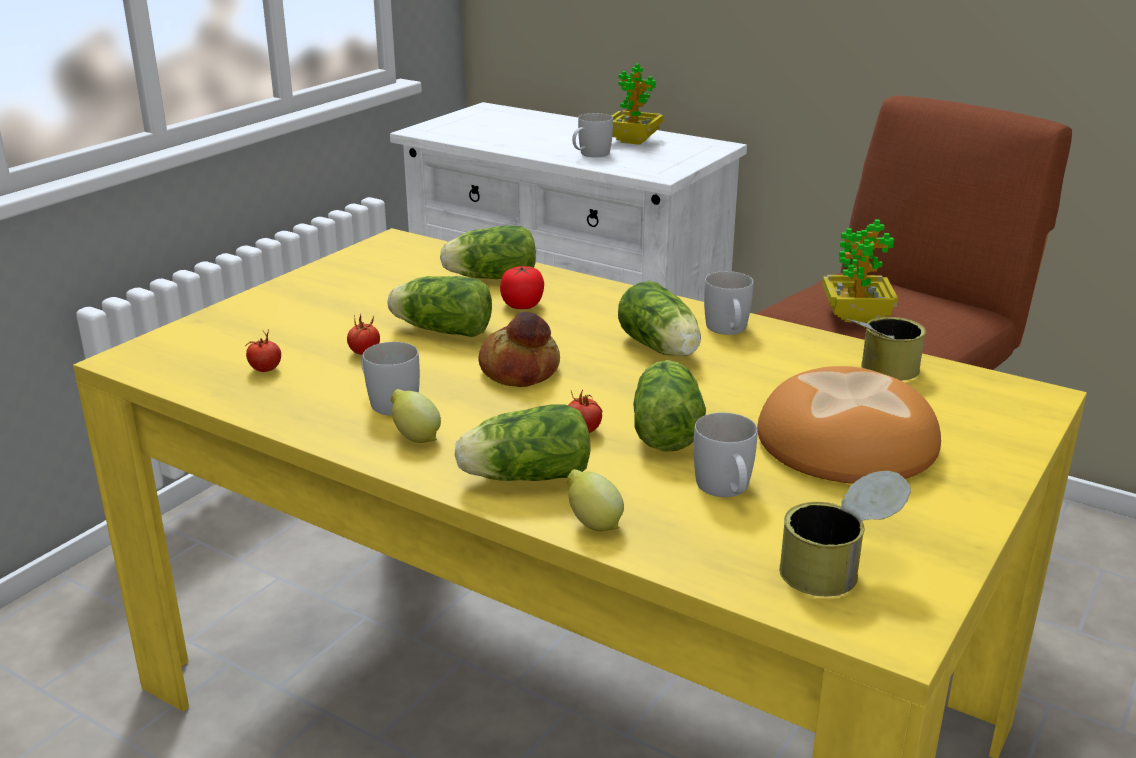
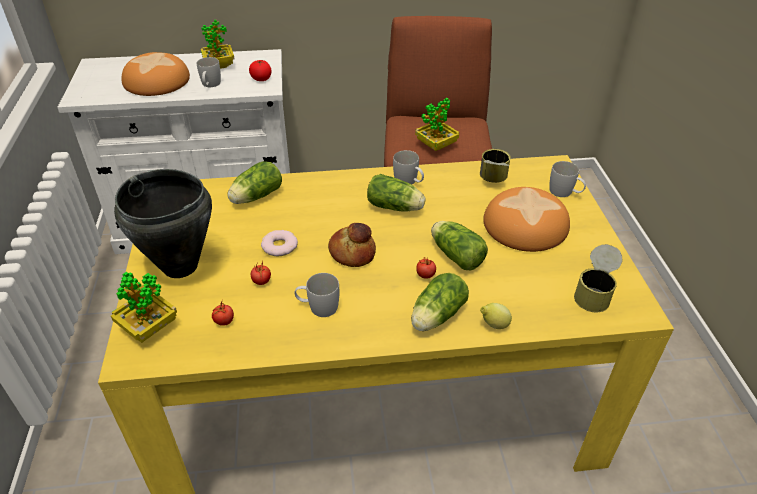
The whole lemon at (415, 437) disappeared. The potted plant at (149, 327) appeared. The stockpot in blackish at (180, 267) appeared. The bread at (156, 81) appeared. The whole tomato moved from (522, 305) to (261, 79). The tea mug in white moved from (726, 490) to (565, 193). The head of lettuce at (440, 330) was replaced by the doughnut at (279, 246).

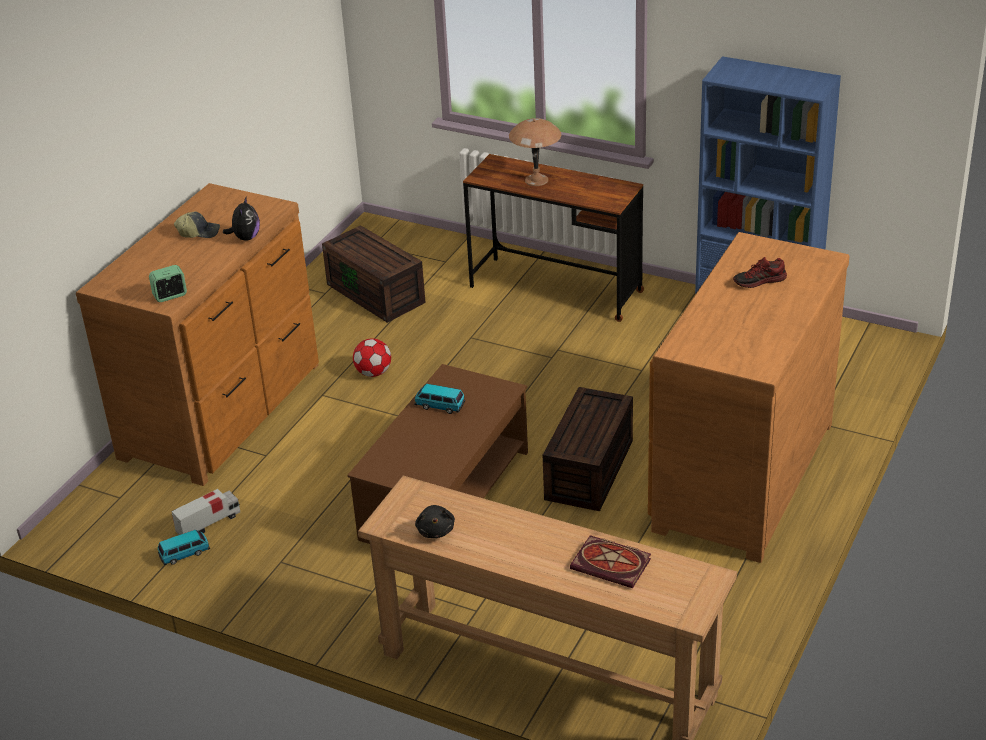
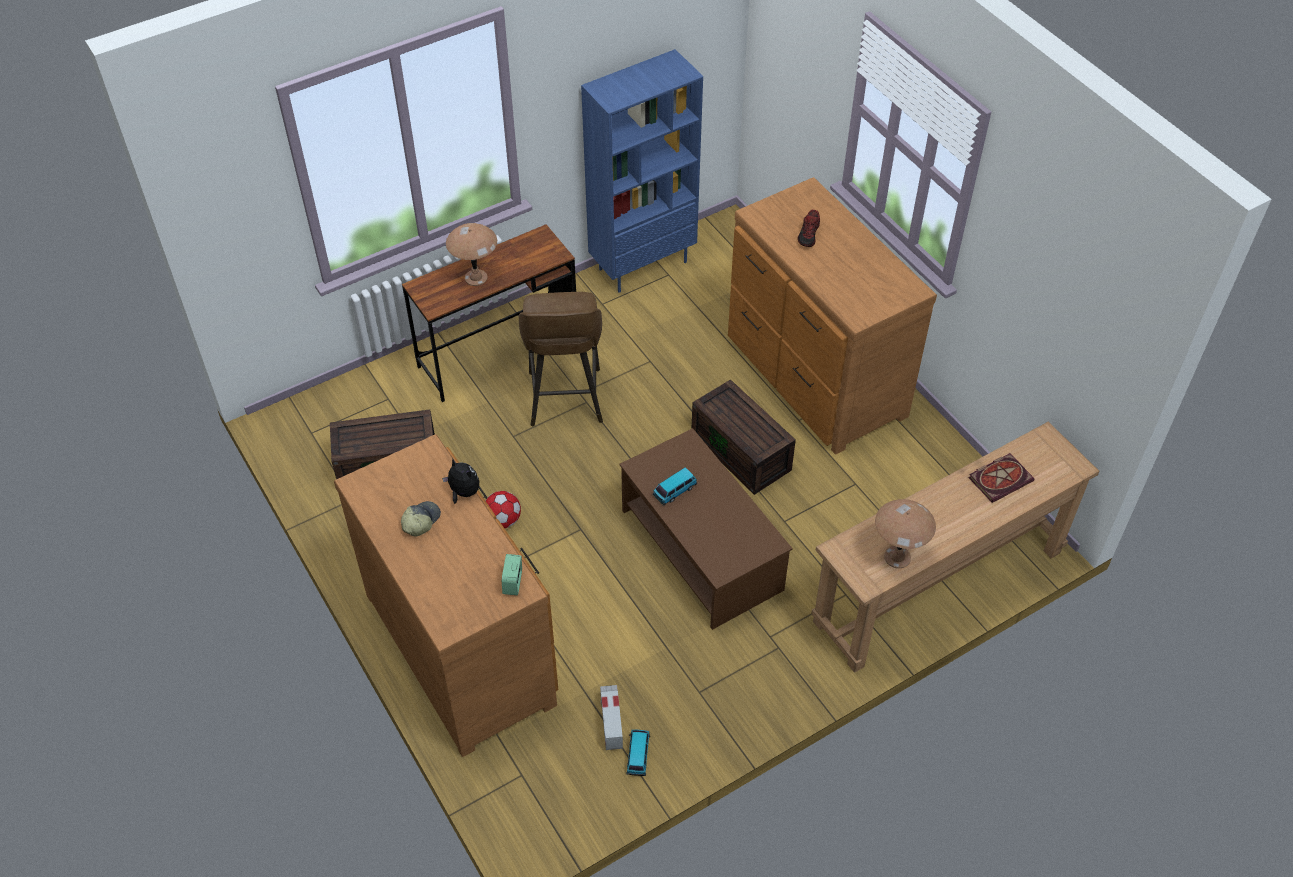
The stool seat in brown-coloured at (565, 399) appeared. The soft toy in blackish at (436, 530) was replaced by the tabletop lamp in brown-coloured at (897, 556).

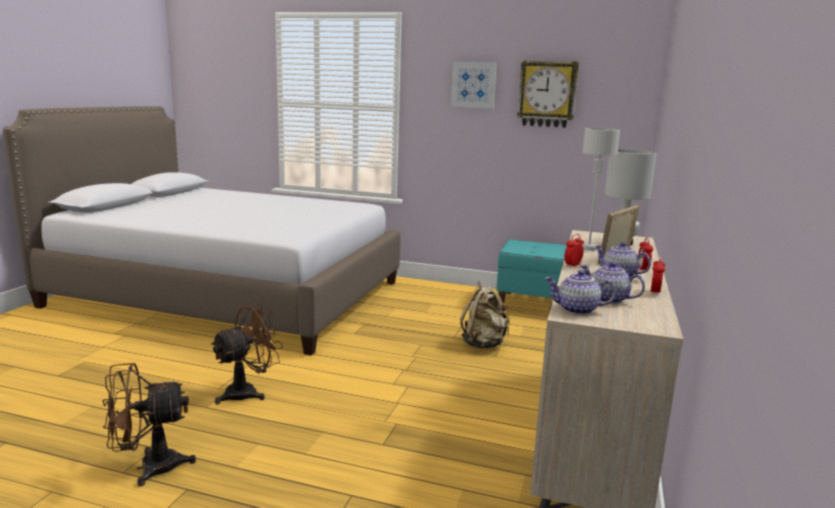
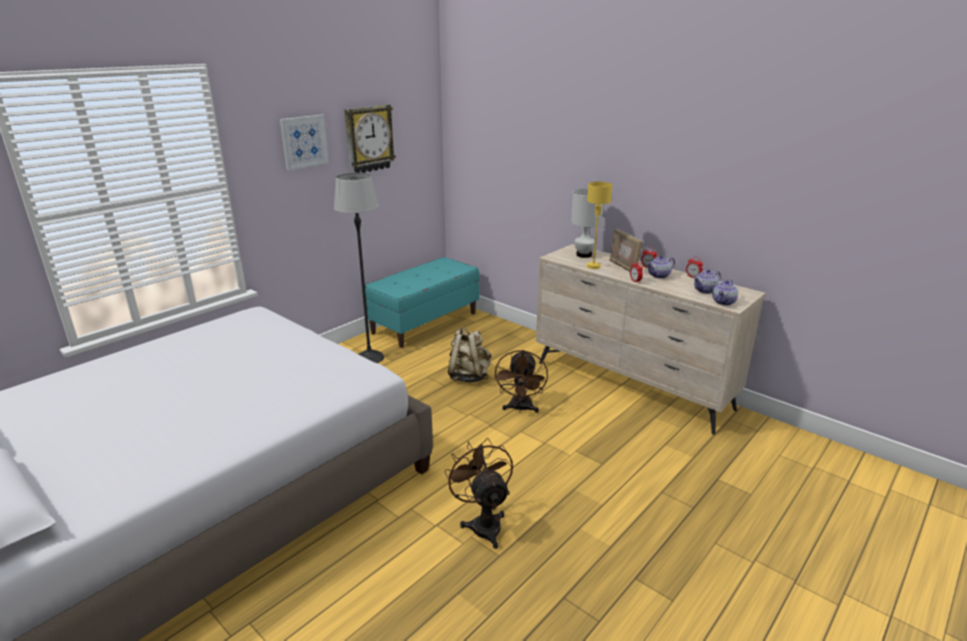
The standing lamp at (369, 357) appeared. The cooling fan in brown-coloured moved from (149, 467) to (520, 409). The tabletop lamp in grey at (588, 248) became the tabletop lamp in yellow at (593, 266).

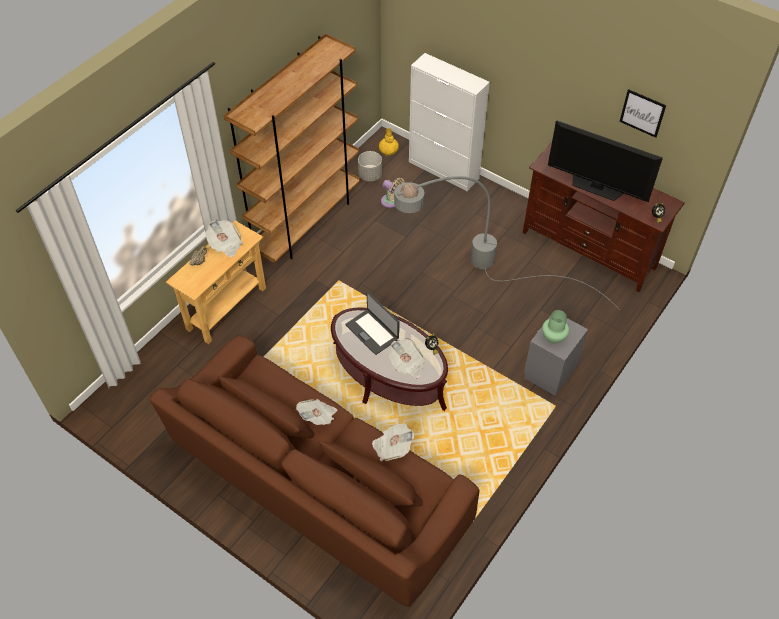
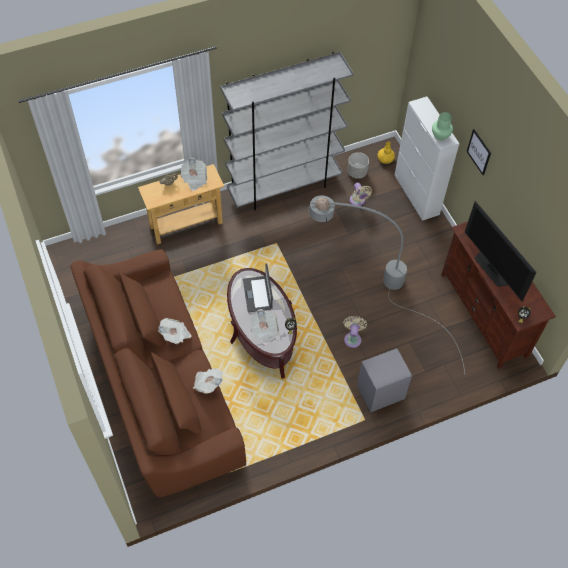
The cooling fan in beige at (353, 338) appeared. The flower vase in green-coloured moved from (553, 337) to (440, 136). The wall art moved from (642, 113) to (479, 152). The shelving unit in brown-coloured at (306, 222) became the shelving unit in grey at (284, 187).

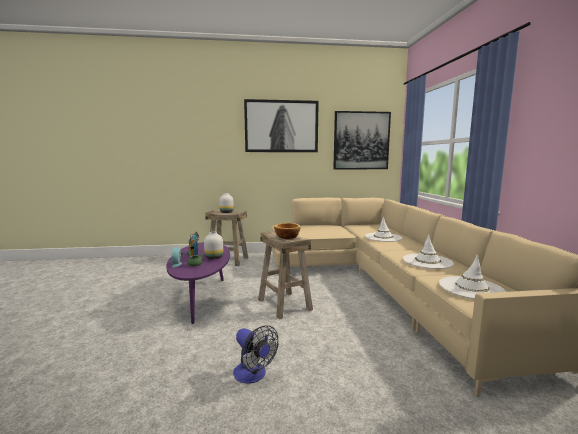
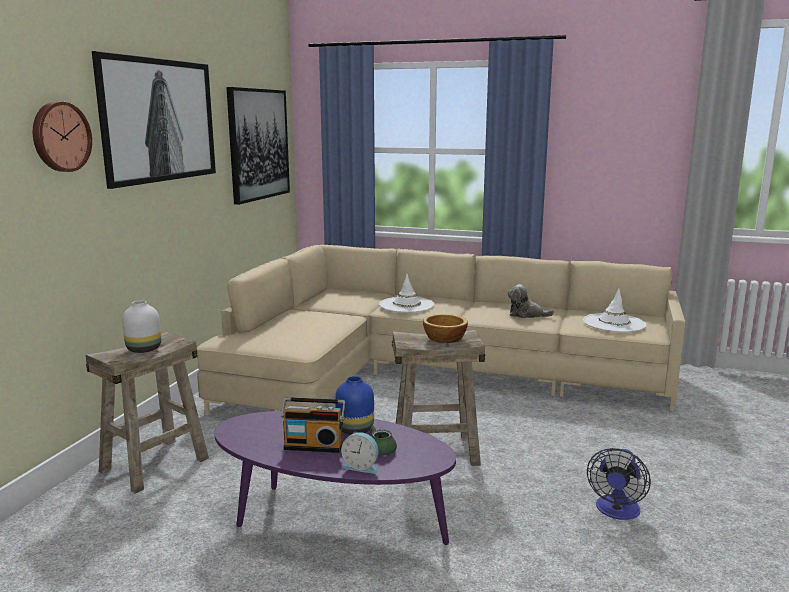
The clock on the wall at (60, 137) appeared. The clothing hat in white at (427, 261) was replaced by the soft toy at (526, 314). The flower vase in white at (214, 258) became the flower vase in bluish at (356, 429). The cooling fan at (253, 375) turned 135 degrees clockwise.

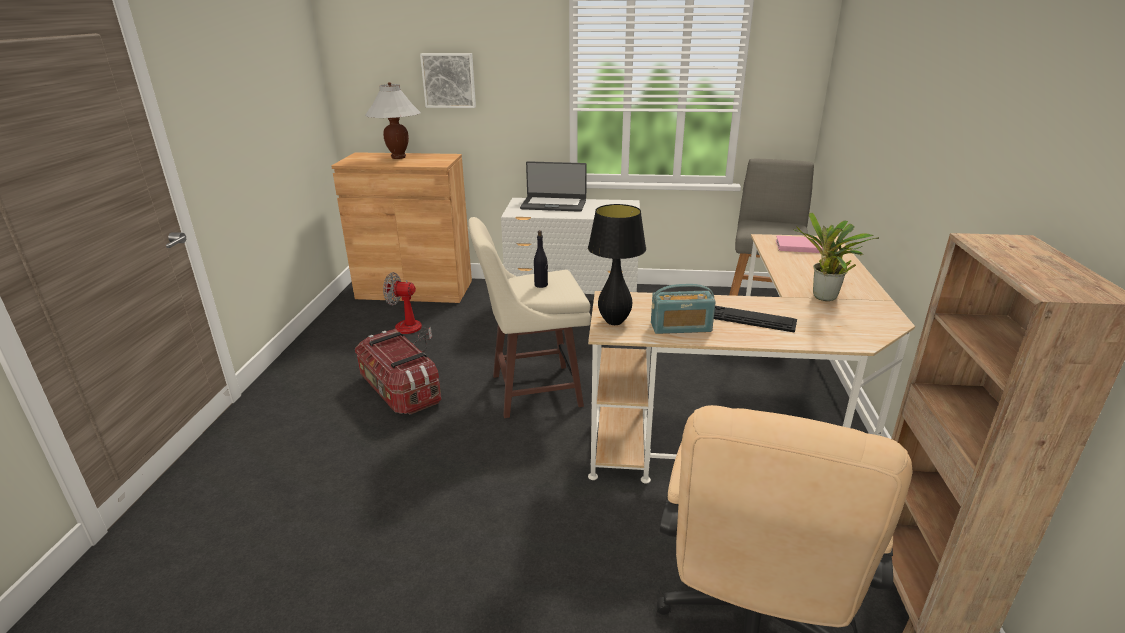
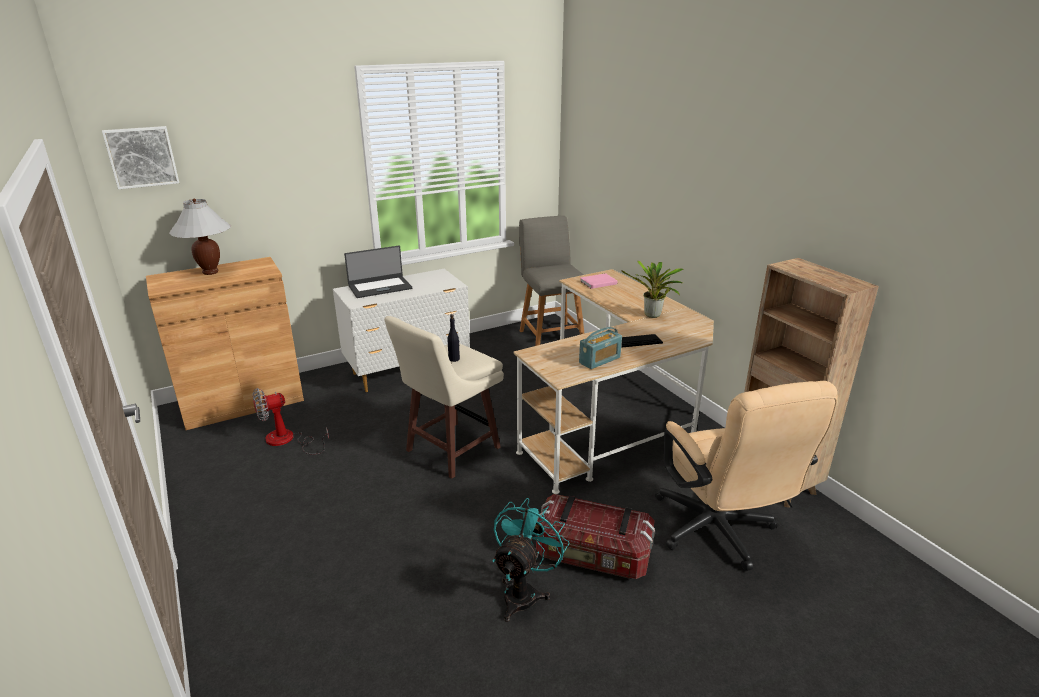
The tabletop lamp in blackish at (614, 322) disappeared. The cooling fan in turquoise-coloured at (524, 592) appeared. The storage box moved from (399, 390) to (592, 556). The wall art moved from (449, 80) to (141, 157).

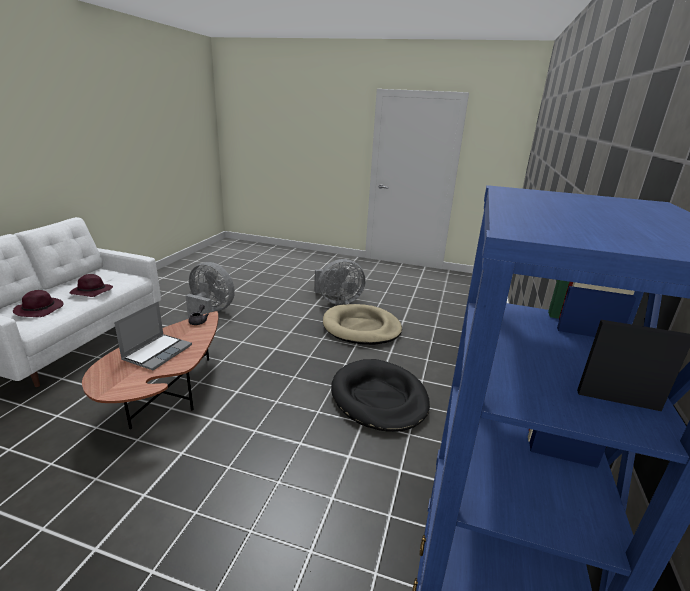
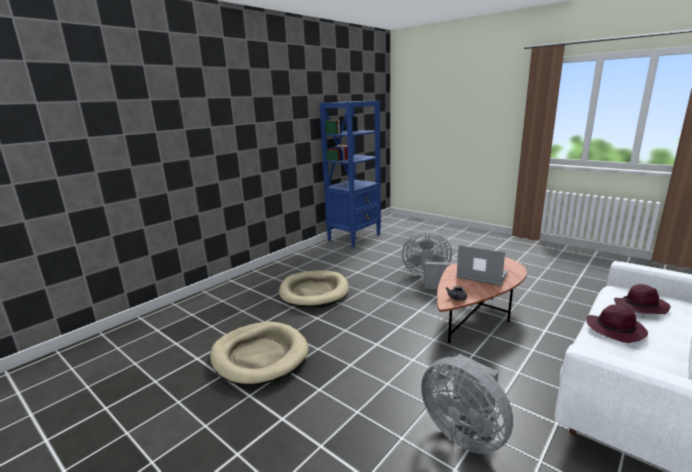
The cooling fan in grey moved from (337, 301) to (428, 279). The dog bed in blackish at (379, 398) became the dog bed in beige at (314, 292). The laptop at (157, 352) turned 75 degrees clockwise.

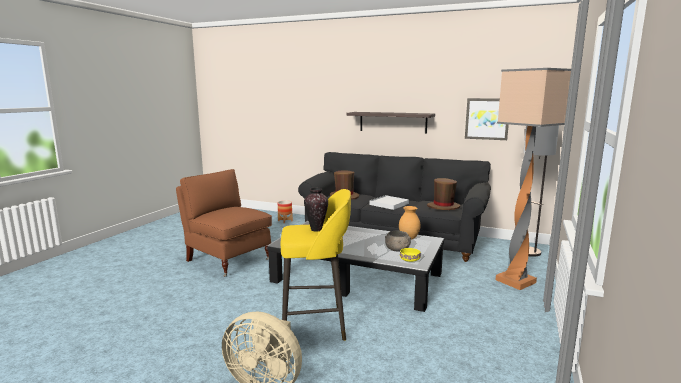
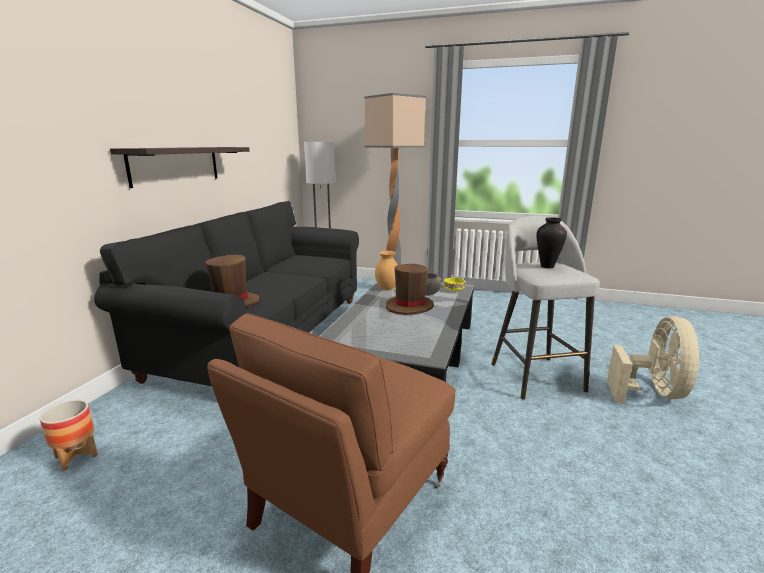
The tray in white at (389, 204) disappeared. The wall art at (487, 119) disappeared. The clothing hat in brown-coloured moved from (443, 207) to (409, 306). The stool seat in yellow at (315, 325) became the stool seat in grey at (535, 375).

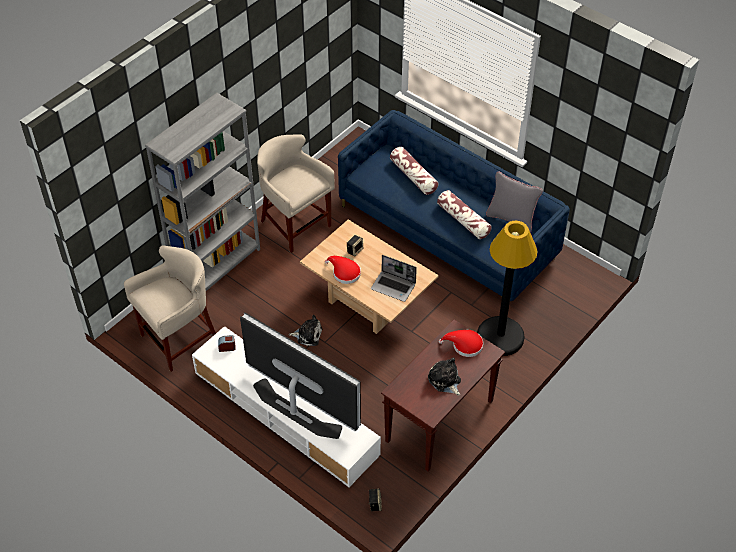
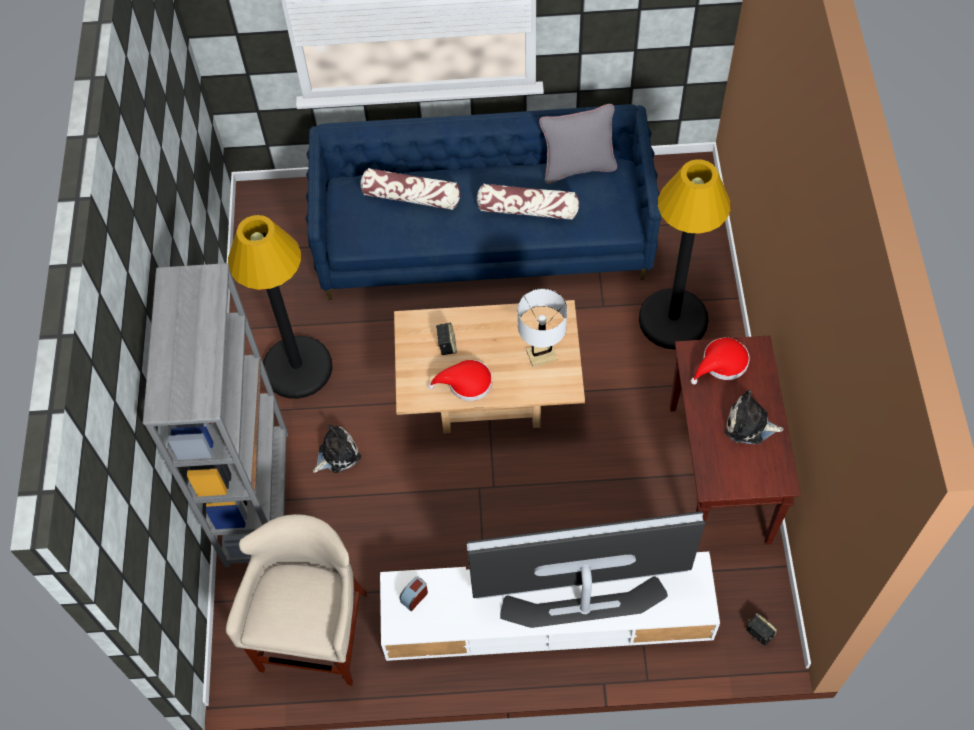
The soft toy moved from (308, 335) to (337, 454). The stool seat in beige at (295, 225) was replaced by the standing lamp in blackish at (297, 367). The laptop at (394, 286) was replaced by the tabletop lamp in white at (541, 354).

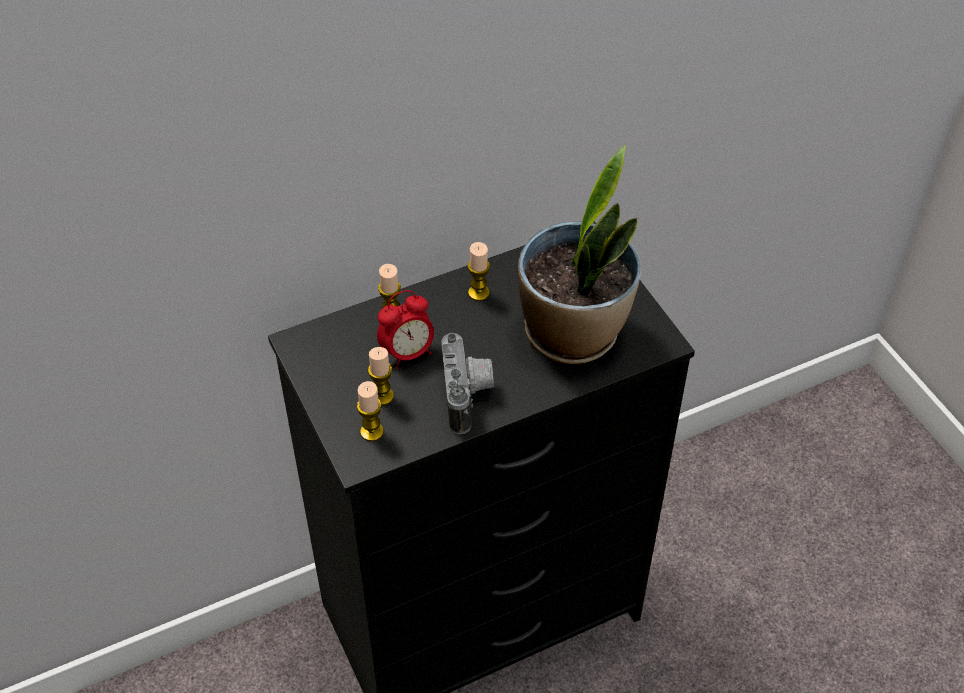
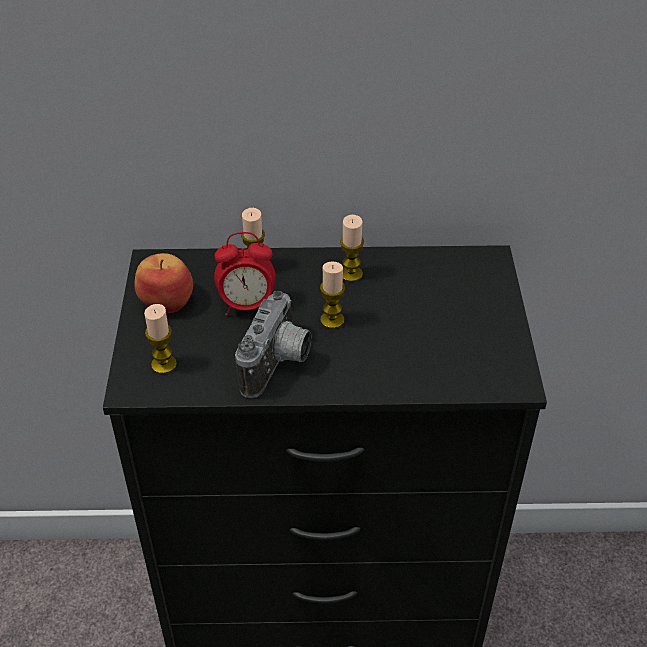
The potted plant at (573, 333) disappeared. The whole apple at (167, 301) appeared. The wax light moved from (382, 396) to (332, 320).

